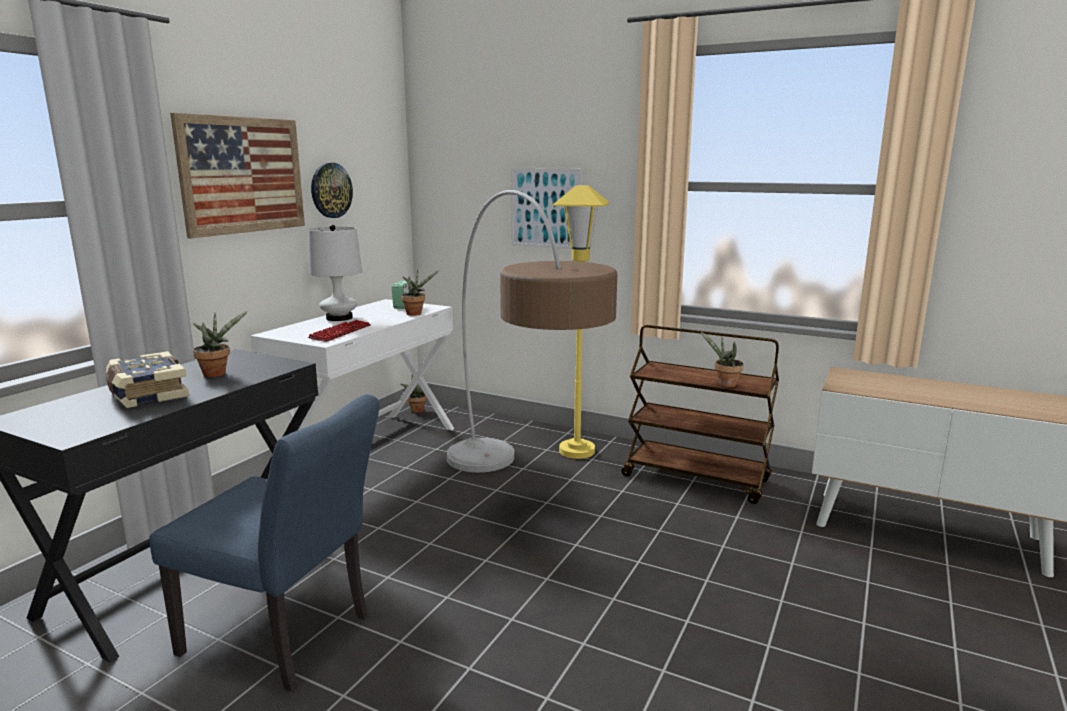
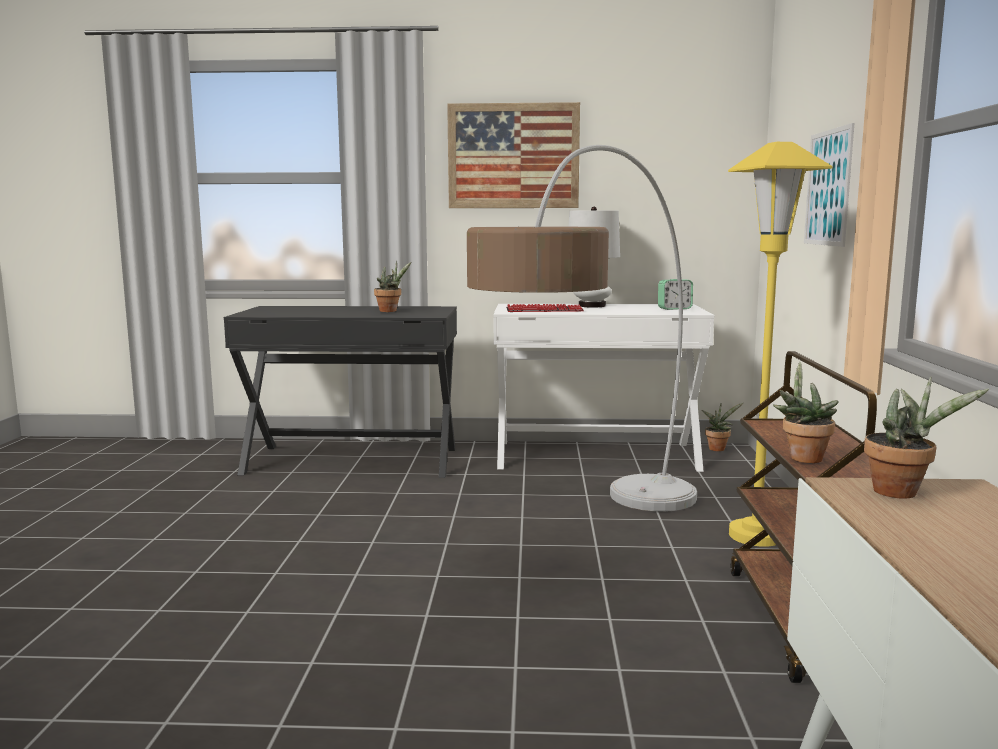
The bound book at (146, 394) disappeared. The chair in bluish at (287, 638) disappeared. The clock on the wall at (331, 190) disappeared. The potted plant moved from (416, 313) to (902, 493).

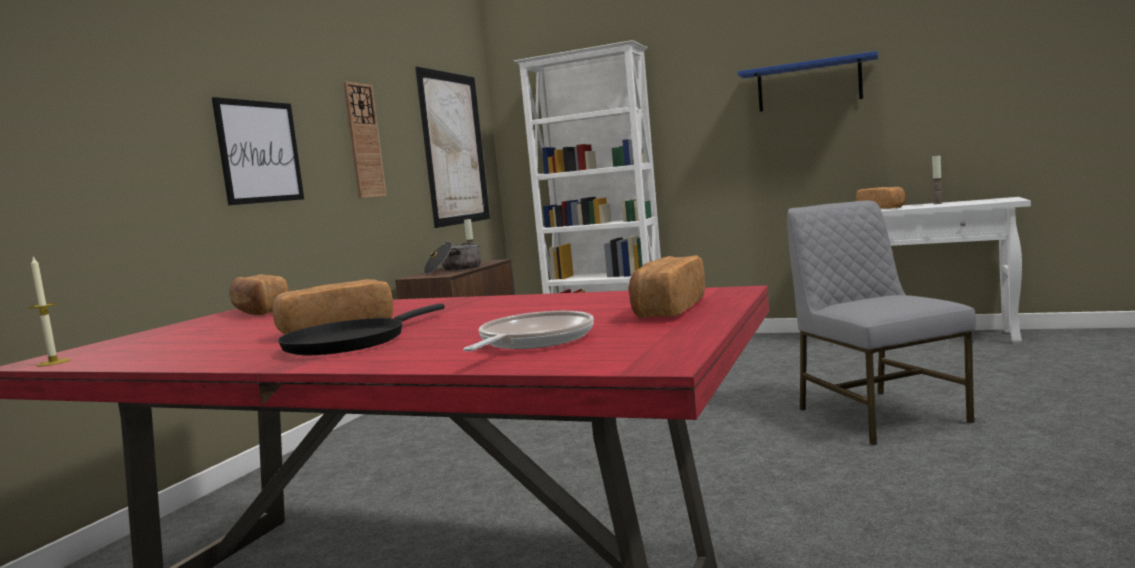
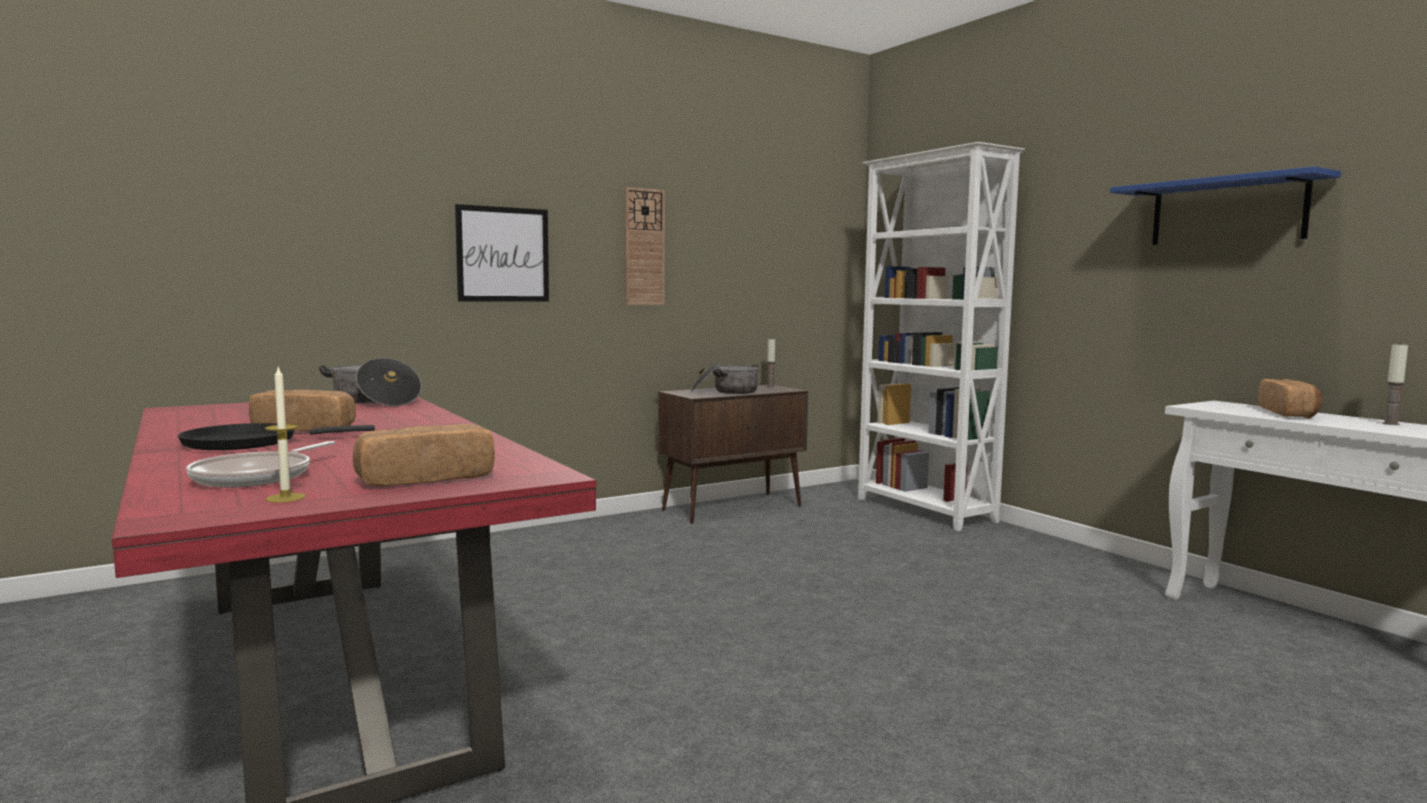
The wall art at (454, 148) disappeared. The chair in grey at (878, 415) disappeared. The wax light moved from (53, 362) to (285, 498). The bread at (259, 312) was replaced by the stockpot at (374, 401). The pan at (532, 341) turned 135 degrees clockwise.

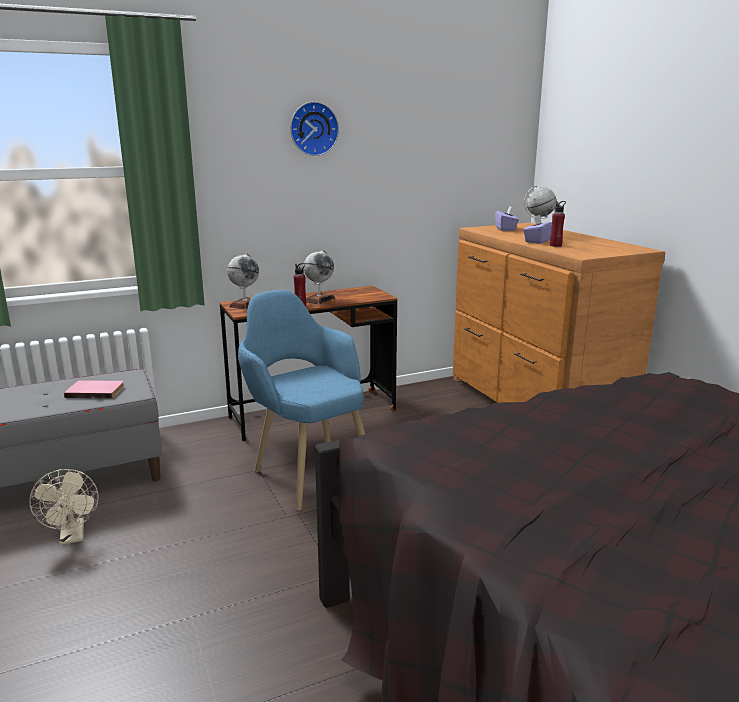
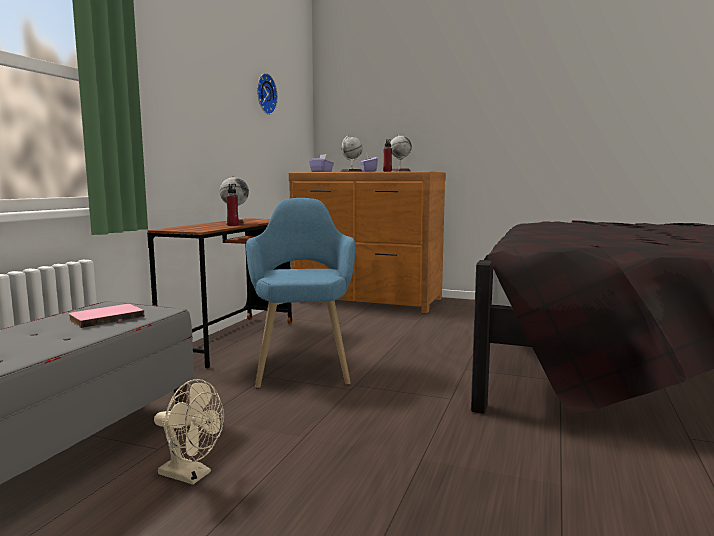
The world globe moved from (245, 304) to (400, 171). The clock on the wall moved from (313, 129) to (264, 94). The lounge chair in bluish at (306, 470) turned 75 degrees clockwise.

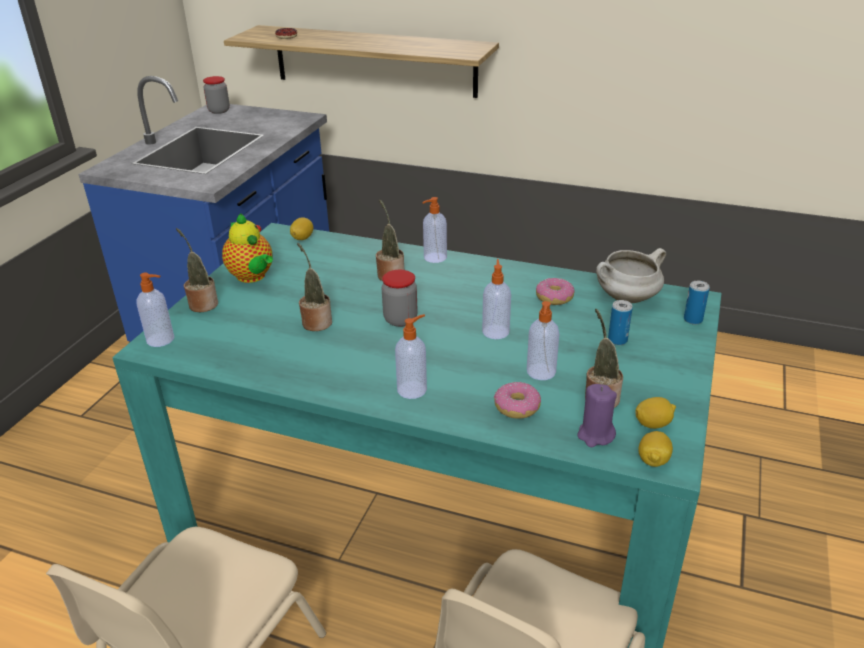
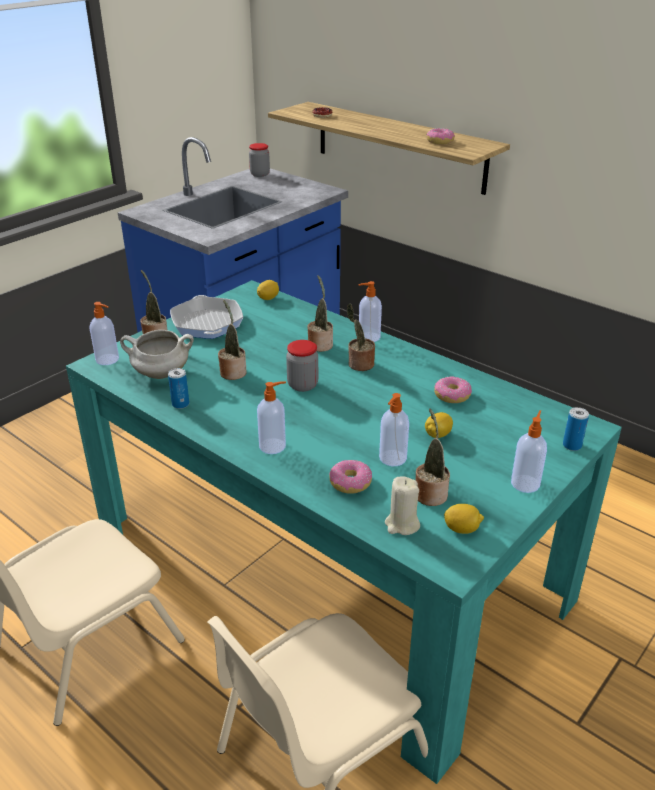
The potted plant at (359, 365) appeared. The doughnut at (440, 141) appeared. The soap dispenser moved from (495, 331) to (525, 483). The stockpot in white moved from (626, 298) to (160, 374). The sealed can moved from (617, 340) to (180, 404). The whole lemon moved from (653, 460) to (437, 435). The tea pot at (252, 277) was replaced by the pan at (207, 323). The wax light in purplish at (595, 435) became the wax light in beige at (402, 524).

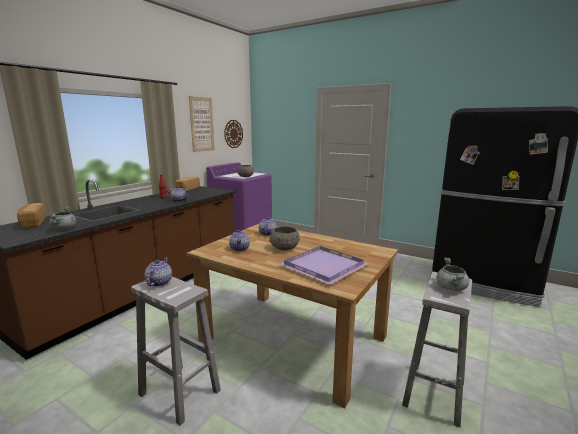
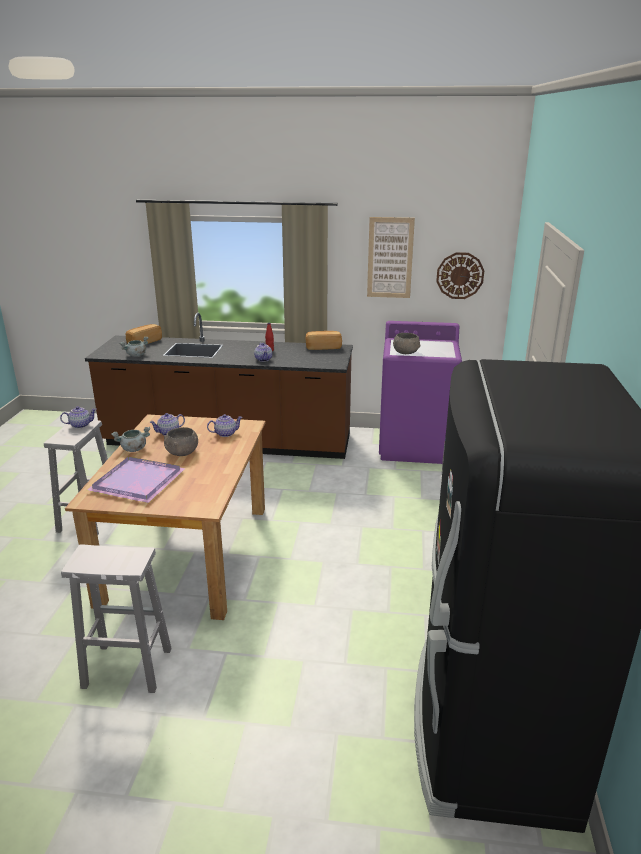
The stockpot in grey moved from (451, 288) to (133, 449).

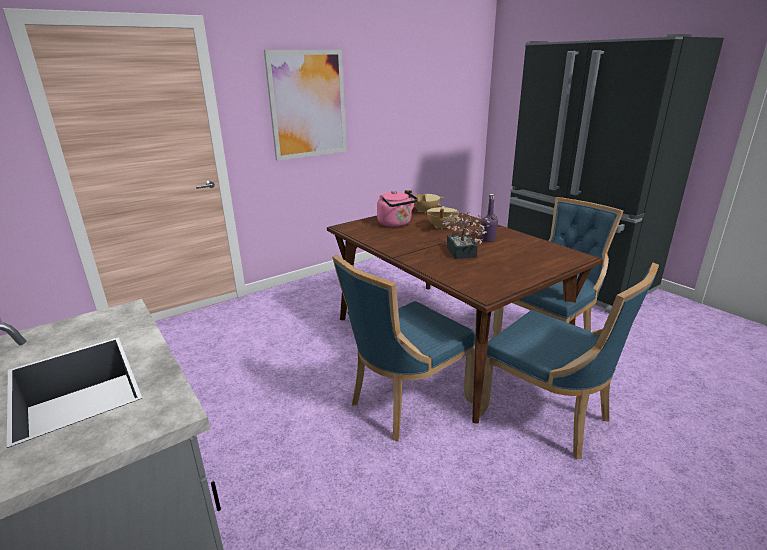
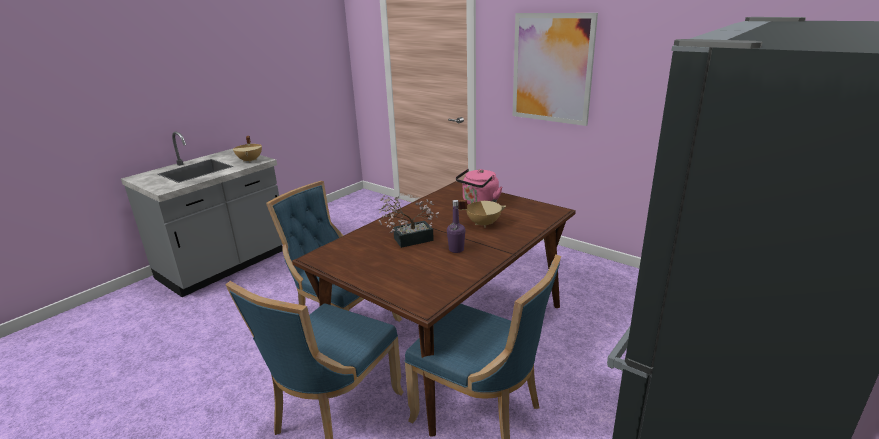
The stockpot in beige moved from (424, 211) to (250, 160).

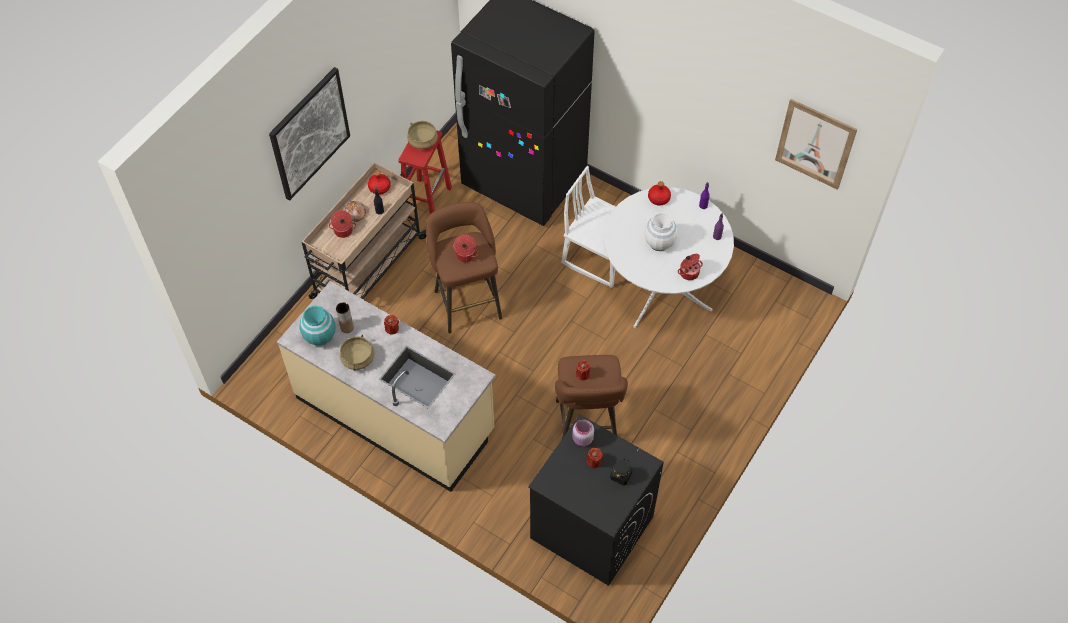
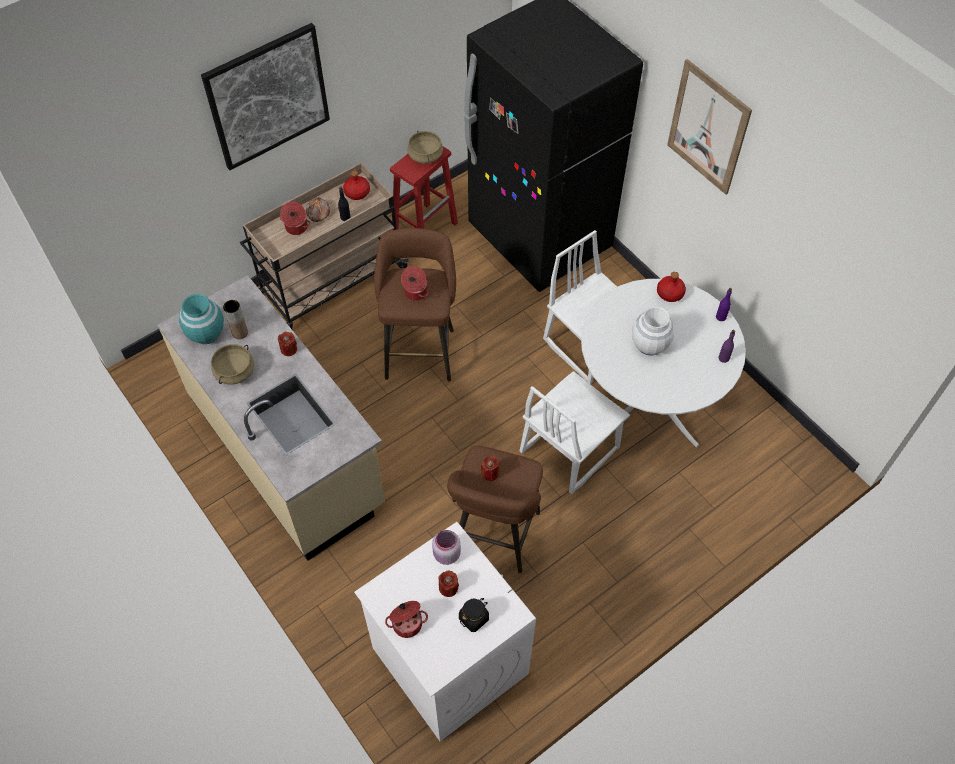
The chair in white at (568, 449) appeared. The stockpot moved from (689, 272) to (407, 623). The wall art moved from (815, 144) to (708, 128). The laundry machine in blackish at (591, 527) became the laundry machine in white at (449, 660).

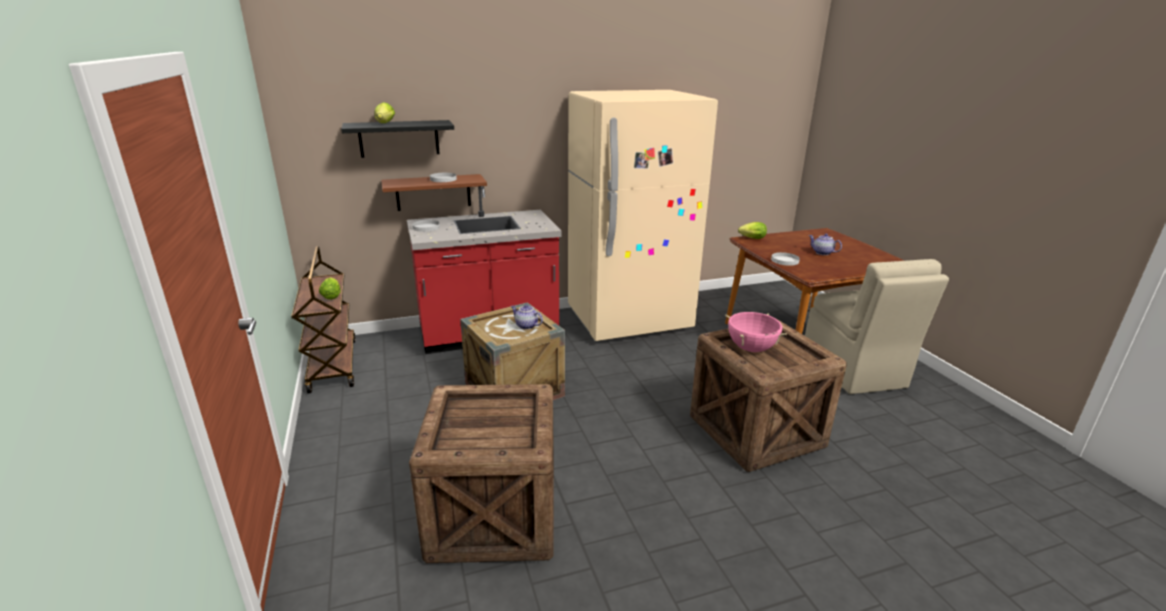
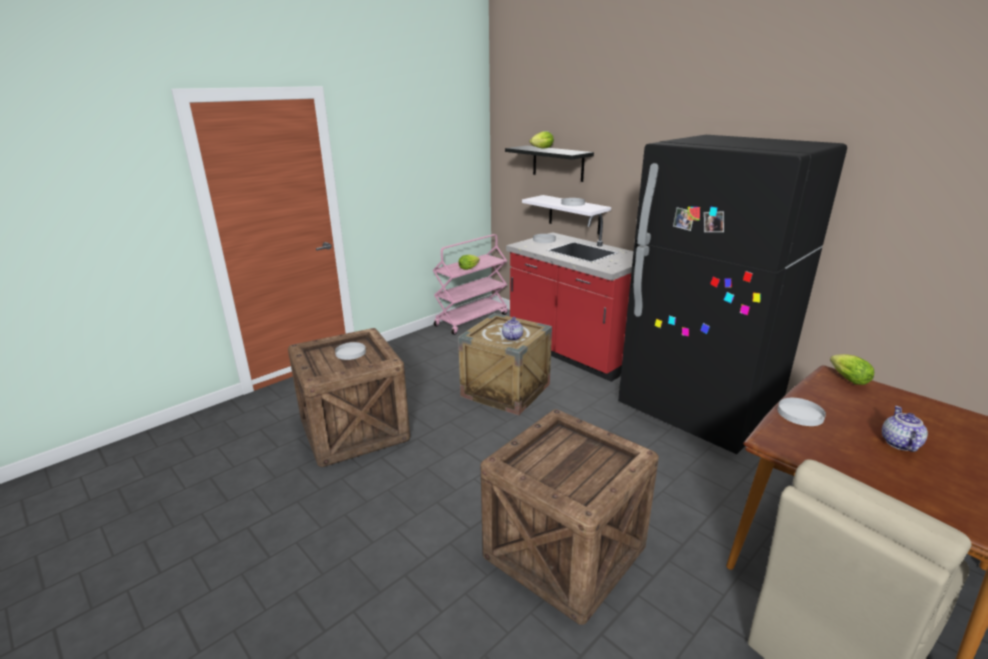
The stockpot in pinkish at (751, 349) disappeared. The dinner plate in white at (350, 352) appeared. The trolley in brown-coloured at (332, 365) became the trolley in pinkish at (471, 319). The bracket shelf in brown-coloured at (433, 192) became the bracket shelf in white at (574, 214). The fridge in beige at (629, 320) became the fridge in blackish at (697, 411).

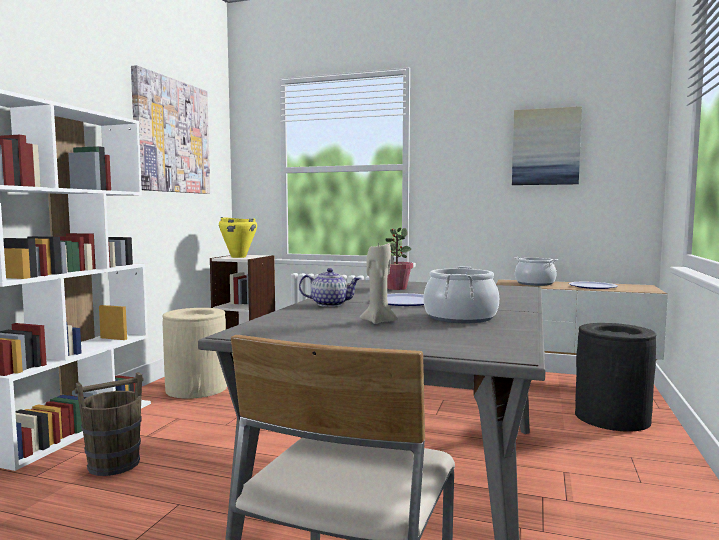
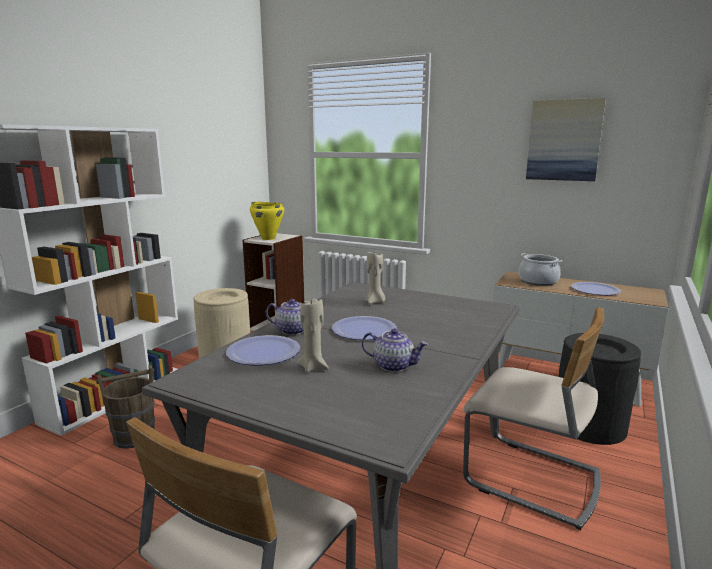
The wall art at (171, 136) disappeared. The dinner plate at (263, 352) appeared. The chair in beige at (531, 479) appeared. The potted plant at (396, 288) was replaced by the wax light in beige at (375, 302). The stockpot at (460, 317) was replaced by the tea pot at (394, 366).

